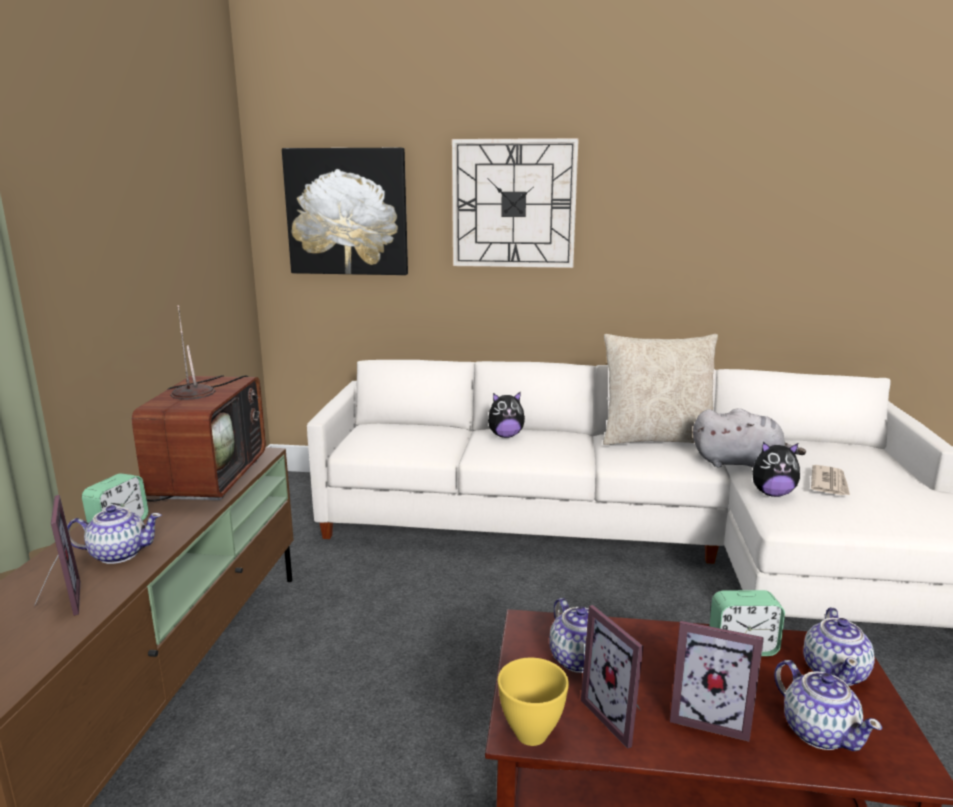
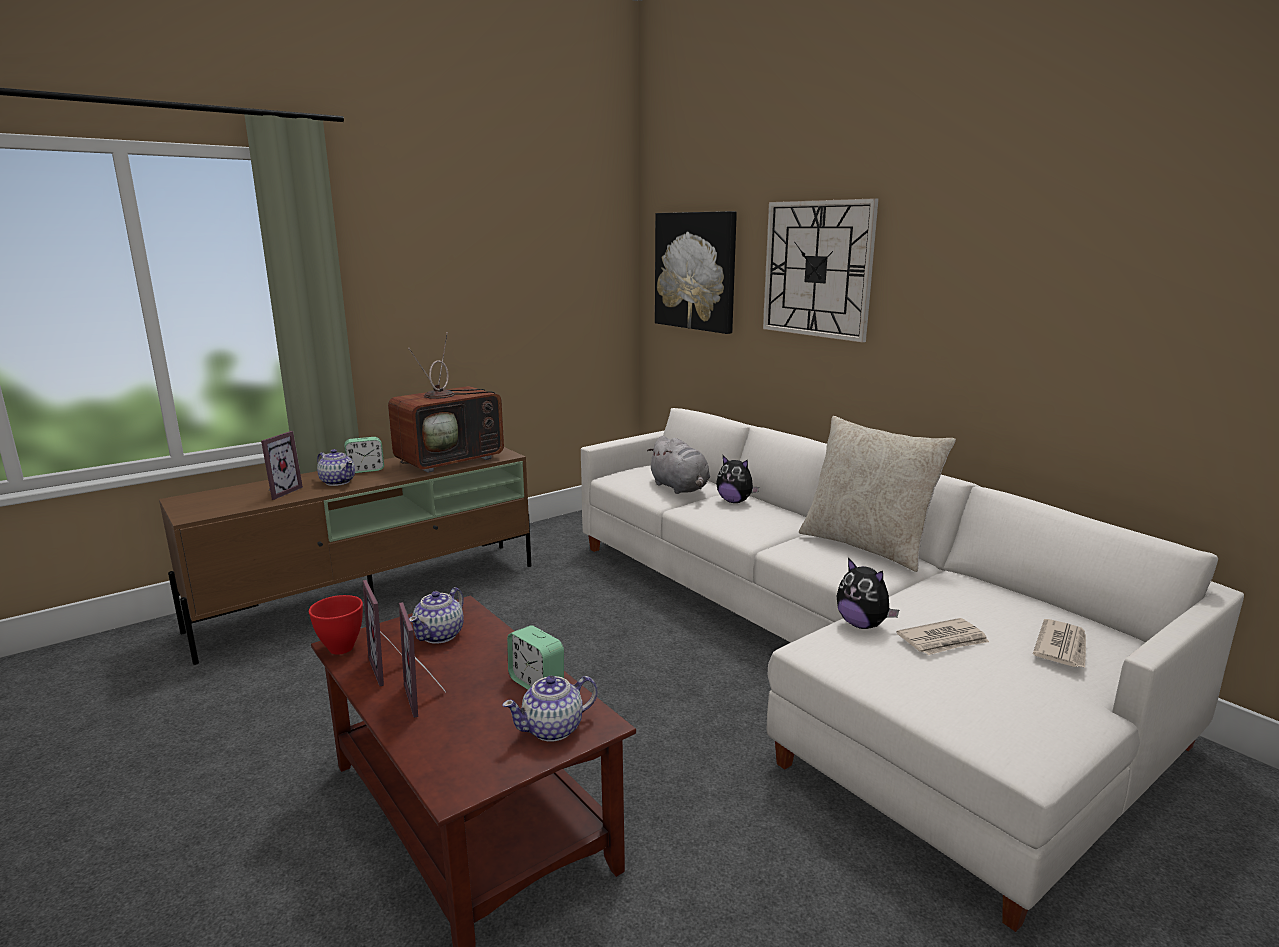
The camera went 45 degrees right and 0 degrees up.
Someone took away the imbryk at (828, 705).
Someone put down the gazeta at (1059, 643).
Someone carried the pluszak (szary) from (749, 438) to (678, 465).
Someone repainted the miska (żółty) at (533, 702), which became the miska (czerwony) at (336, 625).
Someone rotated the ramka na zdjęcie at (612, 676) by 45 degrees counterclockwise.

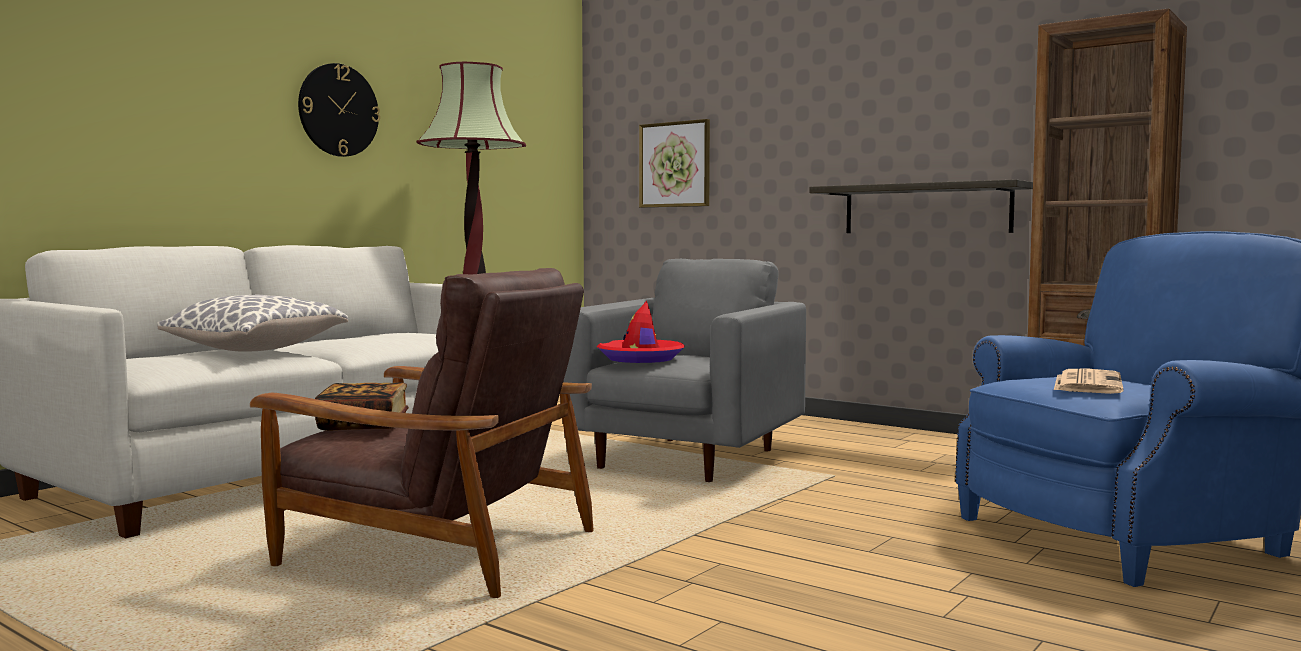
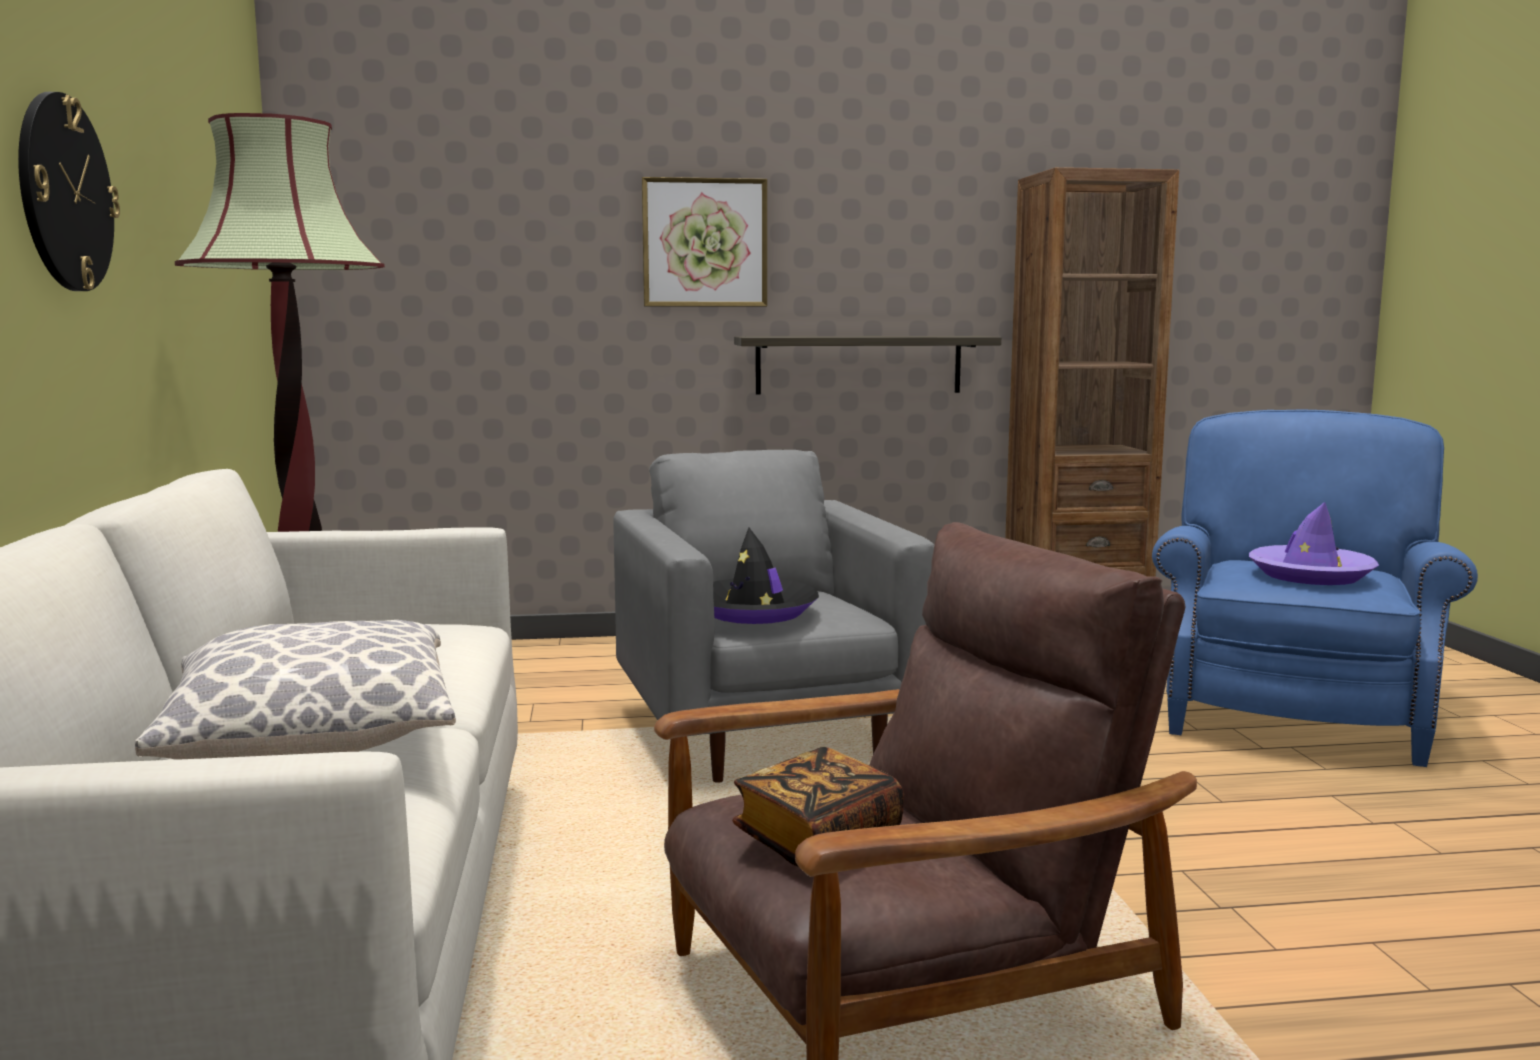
The camera went 45 degrees left and 5 degrees up.
Someone carried the obraz from (674, 163) to (704, 242).
Someone swapped the gazeta at (1089, 381) for the kapelusz (fioletowy) at (1314, 543).
Someone repainted the kapelusz (czerwony) at (641, 332), which became the kapelusz (czarny) at (766, 576).

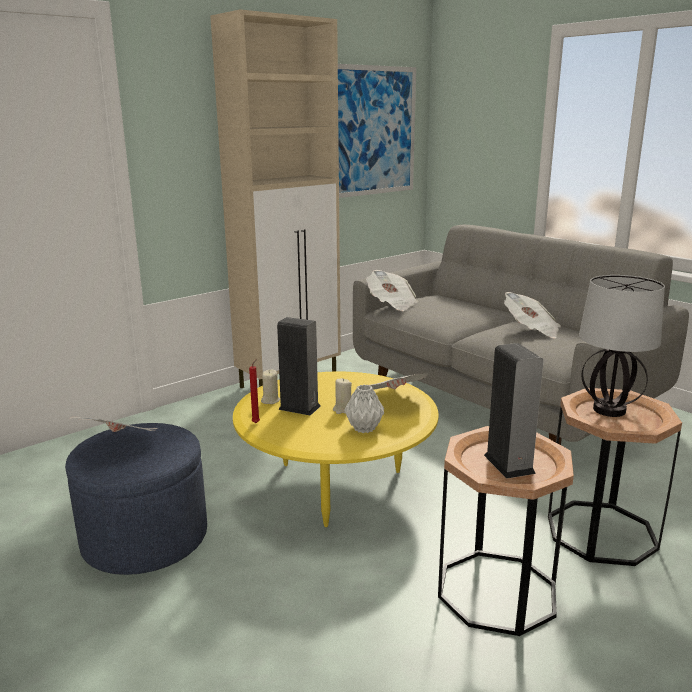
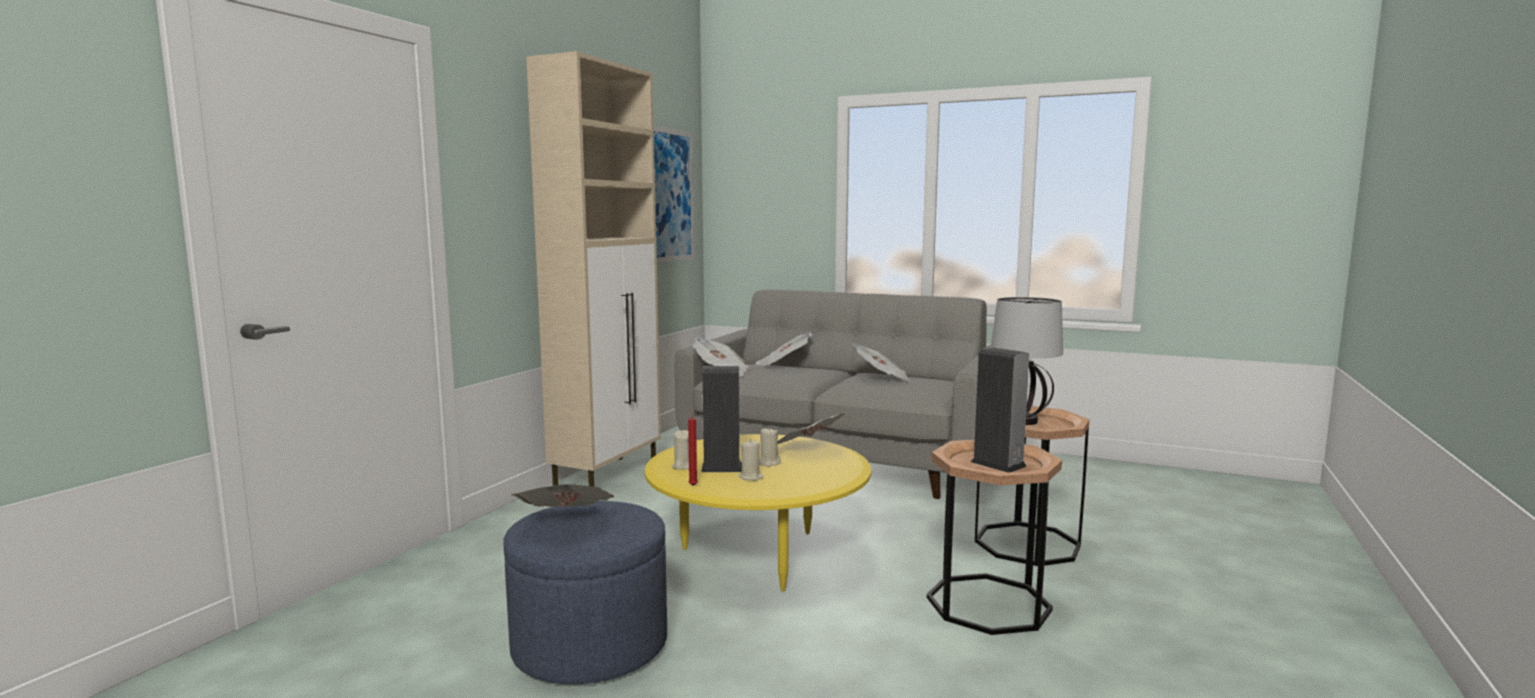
The camera went 25 degrees left and 10 degrees down.
Someone took away the wazon (szary) at (364, 409).
Someone put down the świeca (beżowy) at (751, 460).
Someone put down the gazeta at (783, 349).

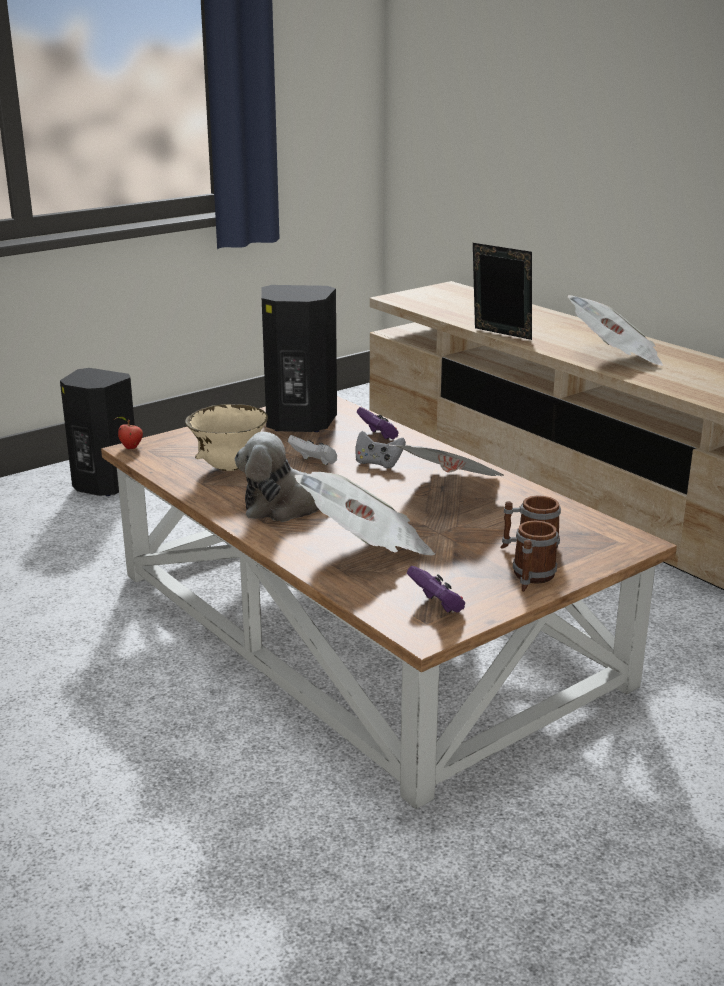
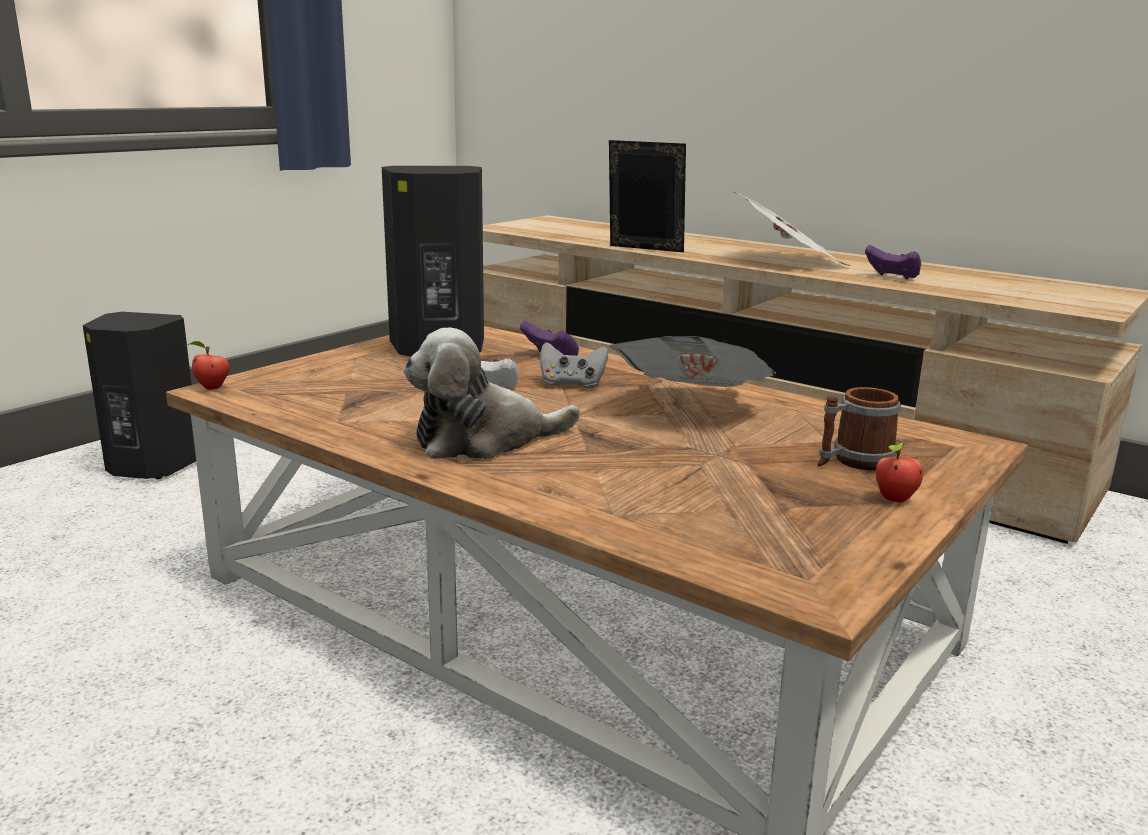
The camera went 15 degrees left and 5 degrees down.
Someone took away the miska (beżowy) at (226, 437).
Someone took away the gazeta at (365, 514).
Someone carried the pad do gier (fioletowy) from (436, 589) to (893, 262).
Someone swapped the kubek at (535, 556) for the jabłko at (899, 472).

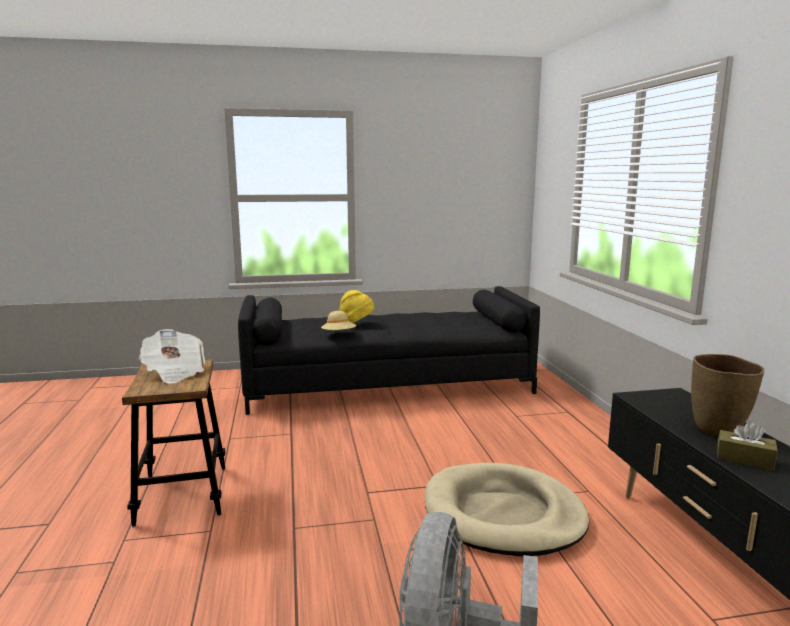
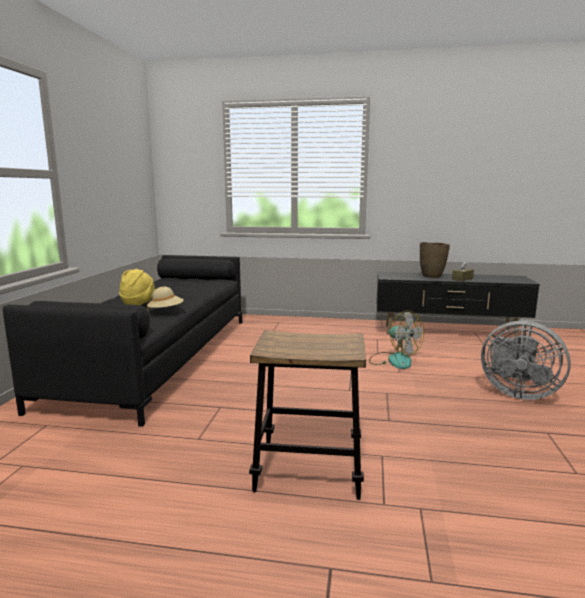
The camera went 70 degrees left and 0 degrees up.
Someone took away the gazeta at (172, 356).
Someone swapped the legowisko (beżowy) at (507, 509) for the wentylator at (396, 339).

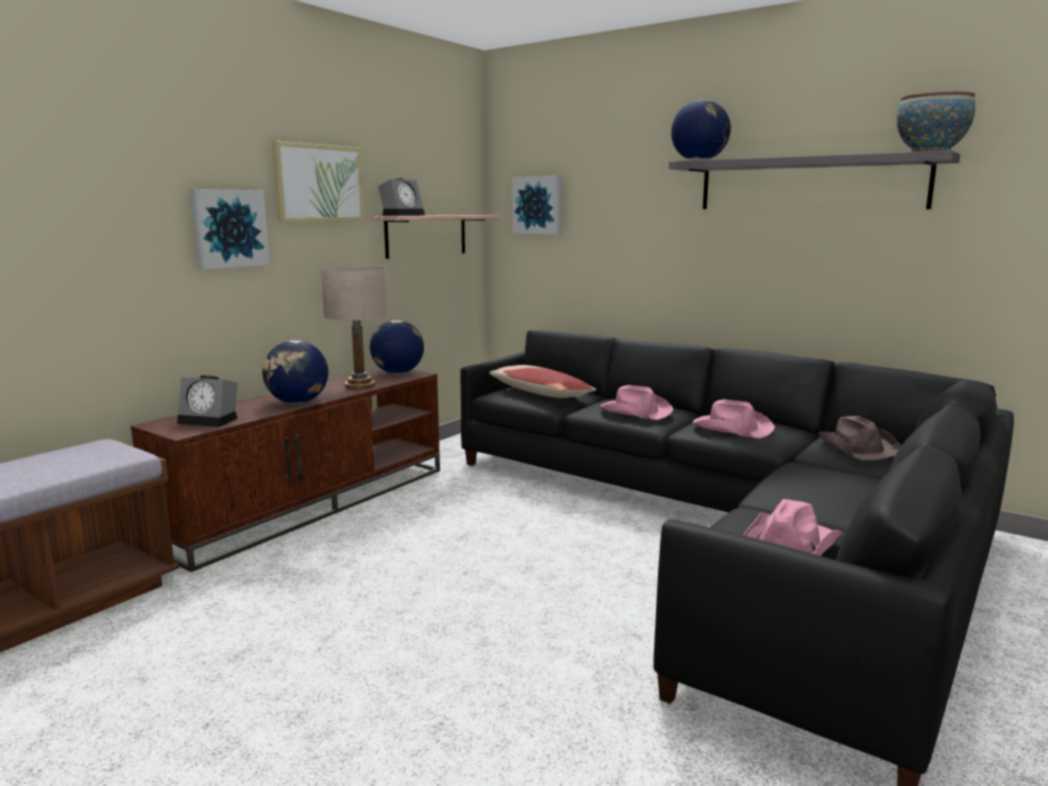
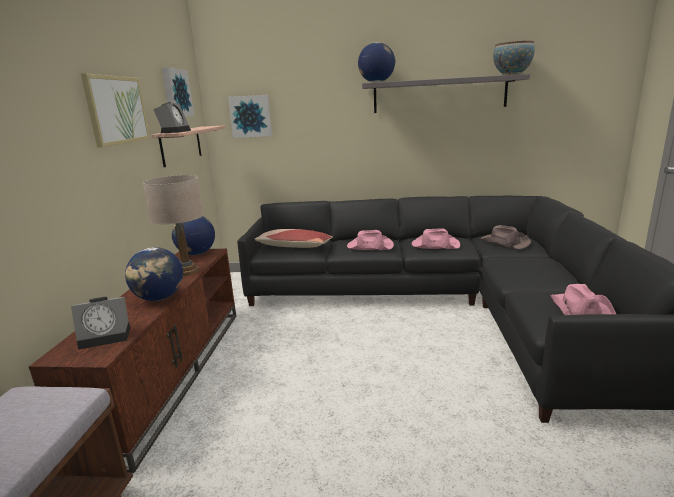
The camera went 30 degrees left and 5 degrees up.
Someone carried the obraz from (230, 229) to (178, 92).

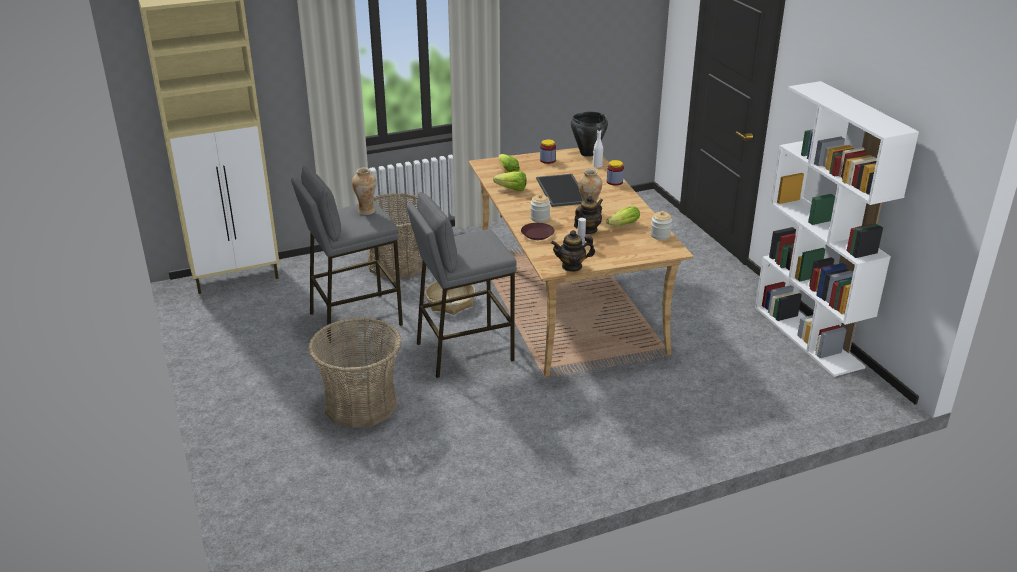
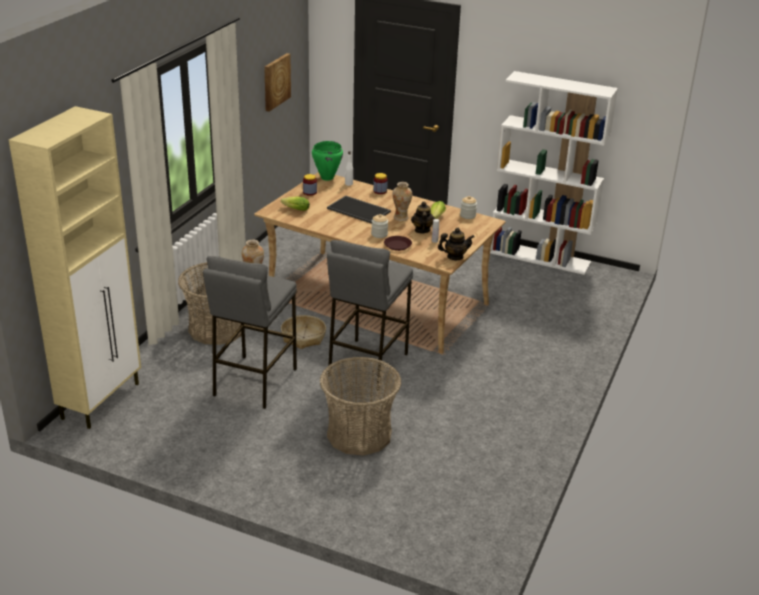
The camera went 45 degrees left and 0 degrees up.
Someone took away the sałata at (510, 181).
Someone put up the obraz at (277, 82).
Someone repainted the garnek (czarny) at (589, 134), which became the garnek (zielony) at (327, 160).
Someone rotated the imbryk at (573, 251) by 135 degrees counterclockwise.

